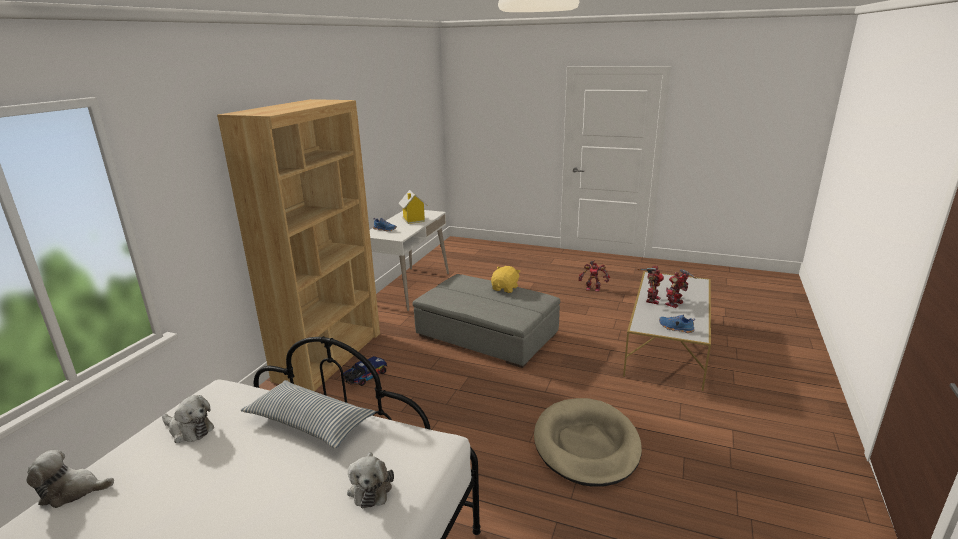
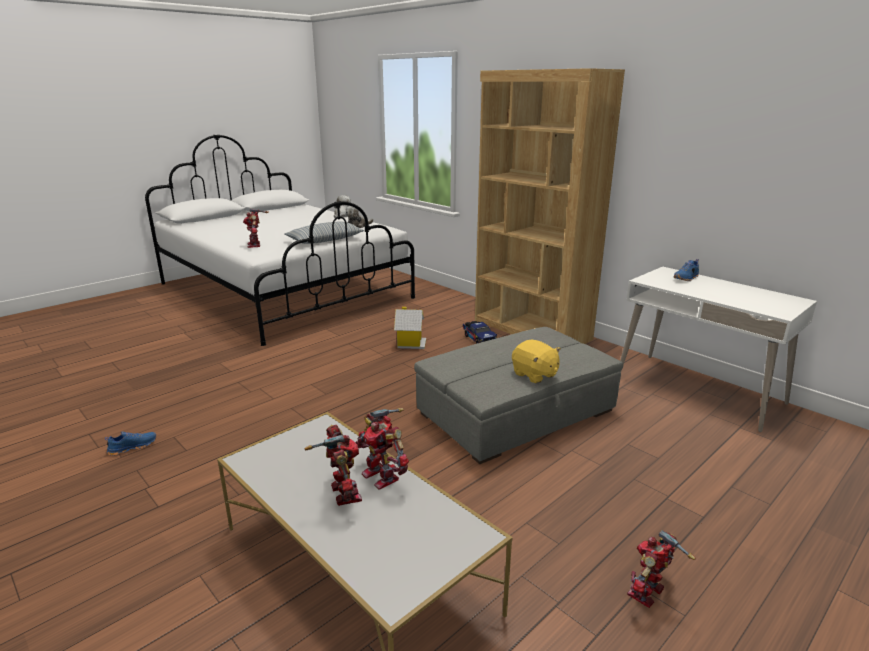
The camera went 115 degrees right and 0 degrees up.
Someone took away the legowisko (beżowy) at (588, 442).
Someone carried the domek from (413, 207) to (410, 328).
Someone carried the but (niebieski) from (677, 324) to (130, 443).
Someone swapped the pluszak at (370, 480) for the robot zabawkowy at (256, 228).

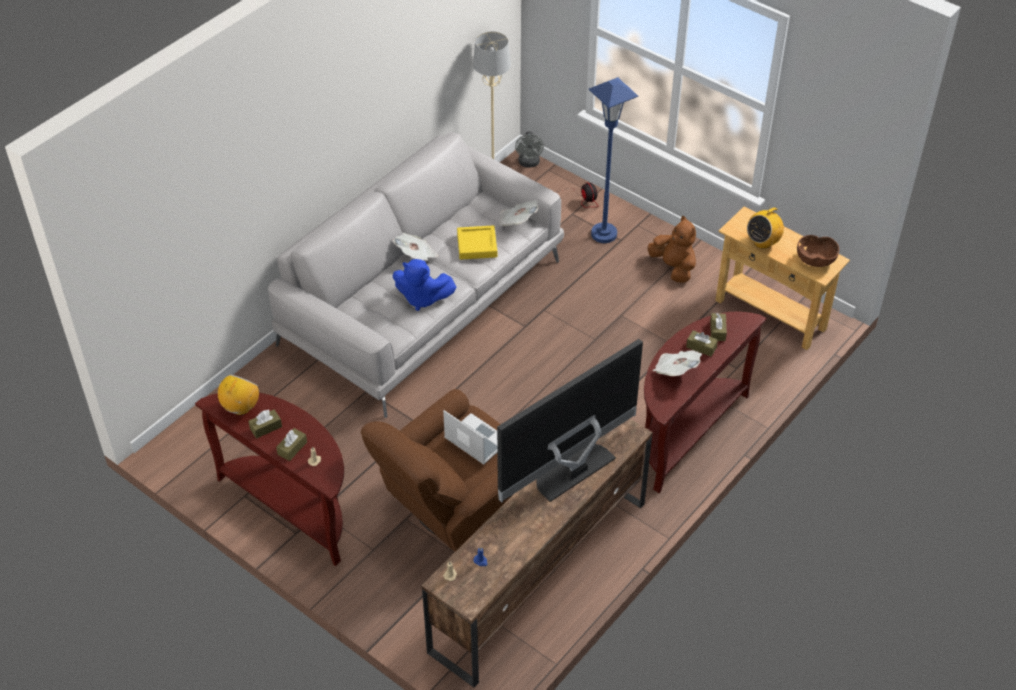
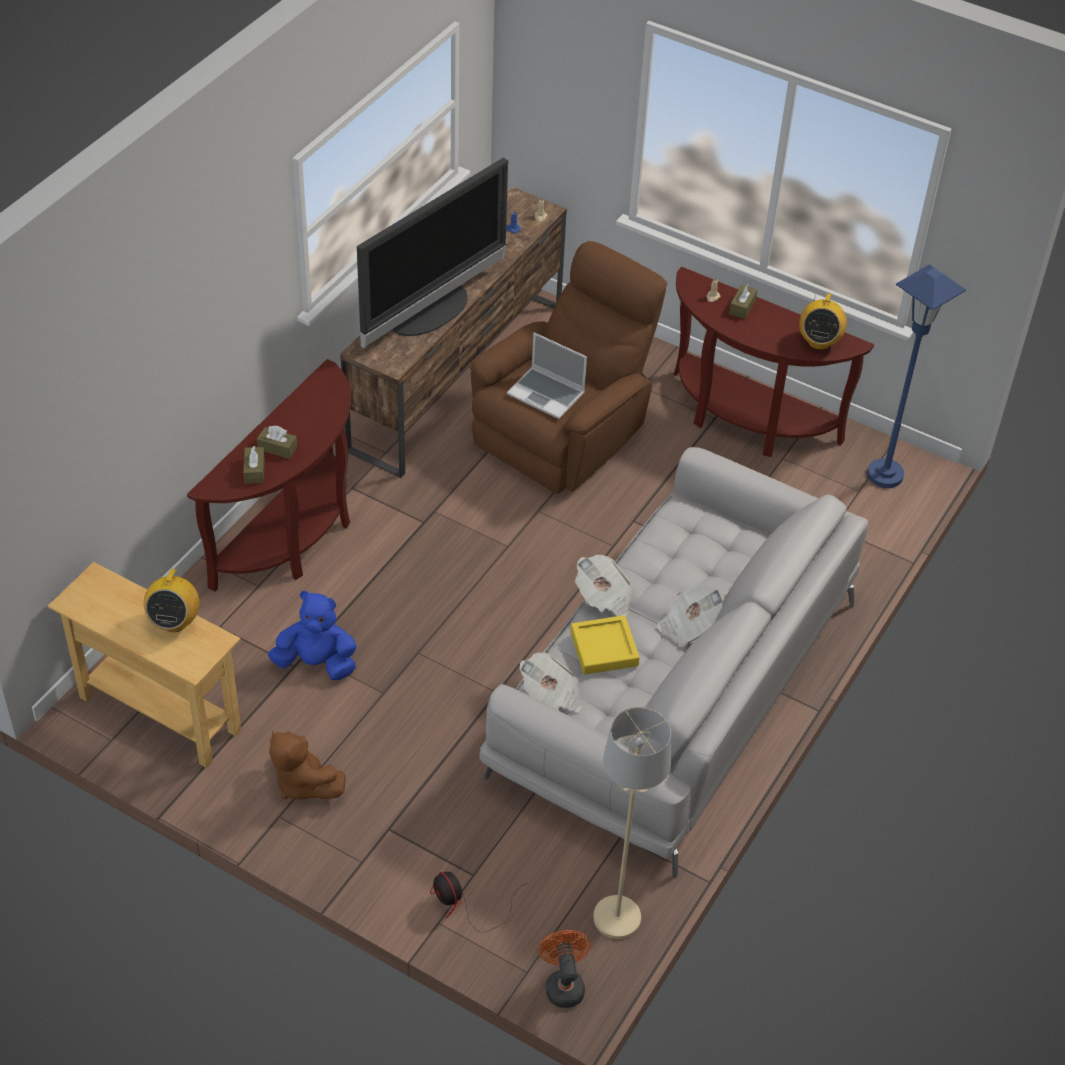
The camera went 170 degrees right and 0 degrees up.
Someone took away the pudełko chusteczek (brązowy) at (265, 424).
Someone took away the miska (brązowy) at (818, 251).
Someone carried the pluszak (niebieski) from (424, 285) to (312, 635).
Someone carried the lampa stojąca (niebieski) from (613, 160) to (916, 376).
Someone carried the gazeta from (677, 363) to (605, 585).
Someone repainted the wentylator (szary) at (529, 149), which became the wentylator (pomarańczowy) at (565, 969).
Someone rotated the radio at (765, 228) by 150 degrees clockwise.

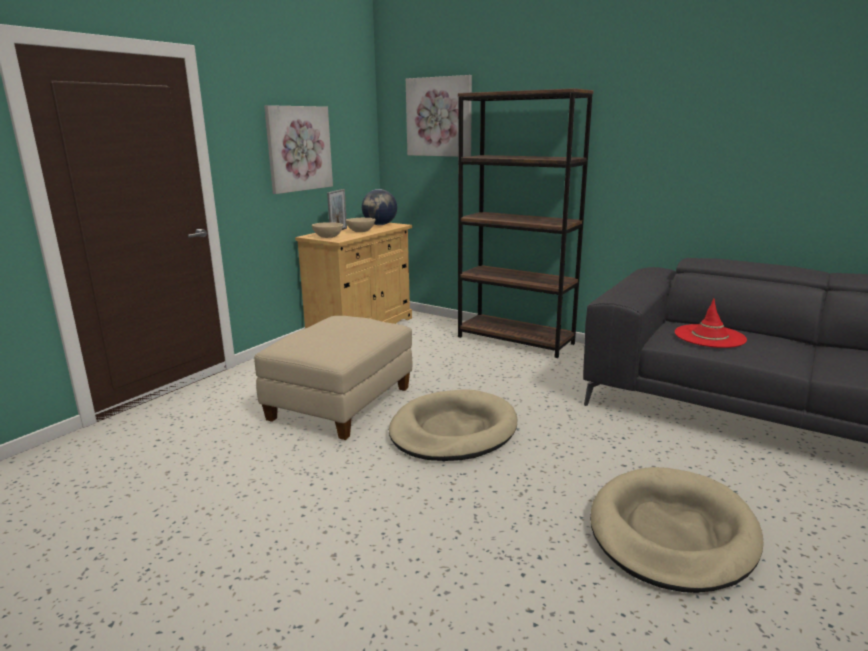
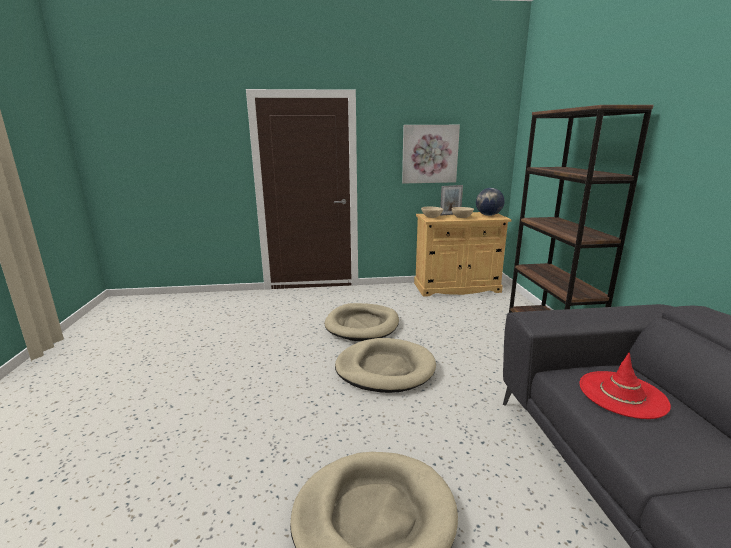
The camera went 50 degrees right and 0 degrees up.
Someone took away the obraz at (439, 116).
Someone swapped the pufa (beżowy) at (333, 378) for the legowisko (beżowy) at (362, 322).

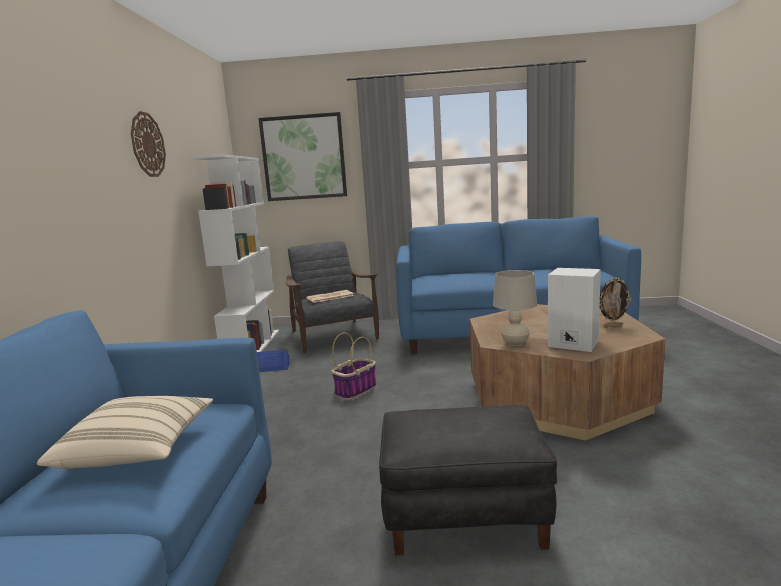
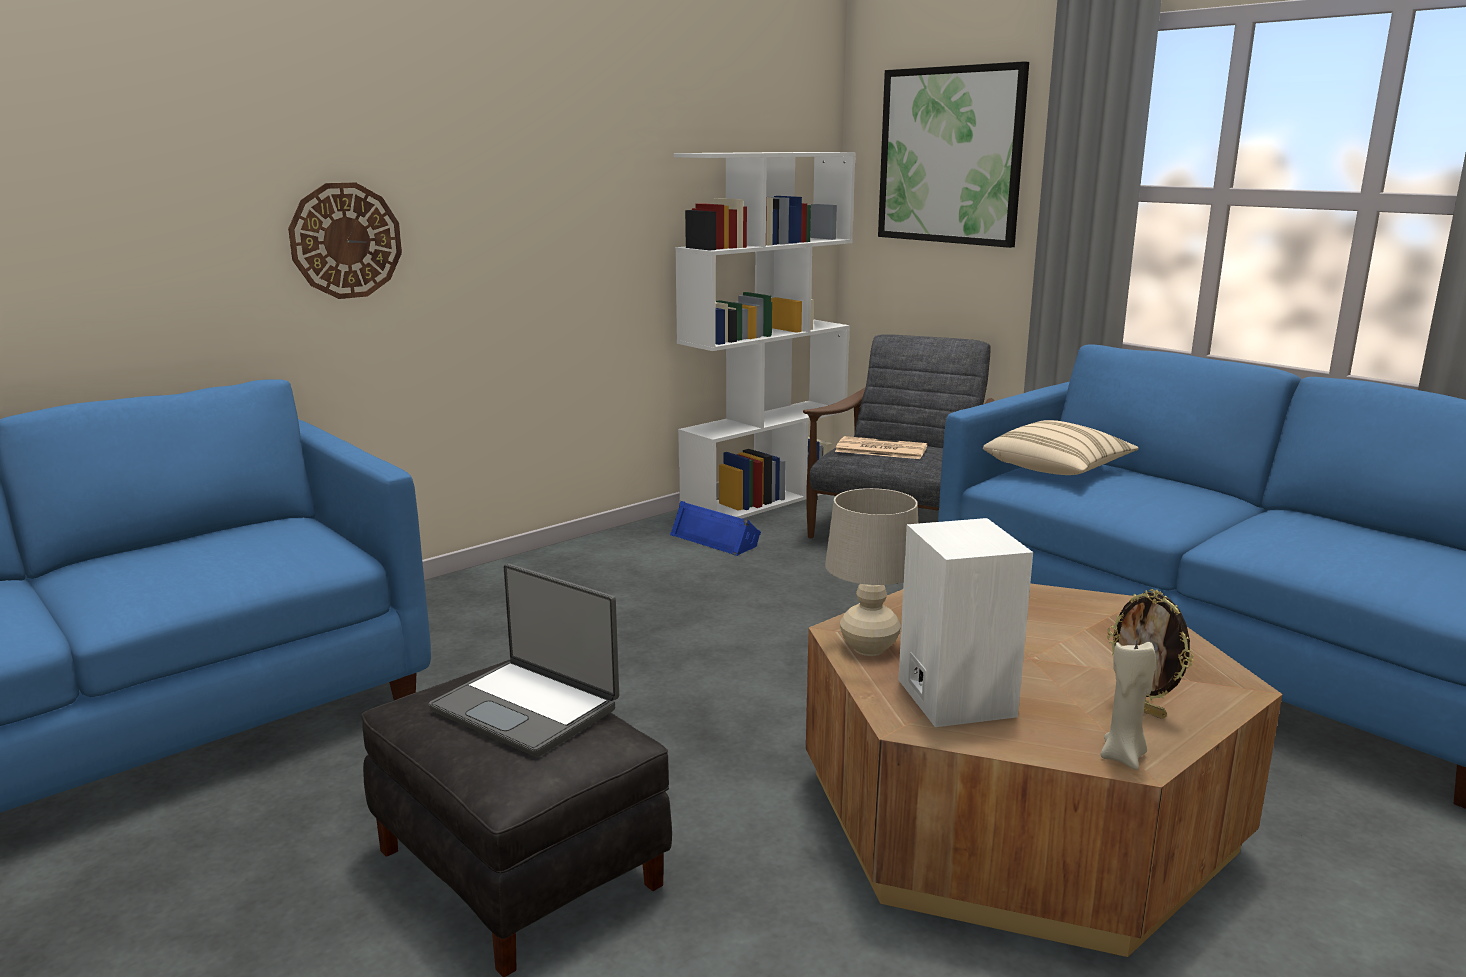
The camera went 45 degrees right and 5 degrees up.
Someone took away the koszyk at (354, 366).
Someone put down the laptop at (524, 660).
Someone put down the świeca (beżowy) at (1128, 705).
Someone carried the poduszka (beżowy) from (125, 433) to (1060, 447).
Someone carried the zegar ścienny from (148, 144) to (345, 240).

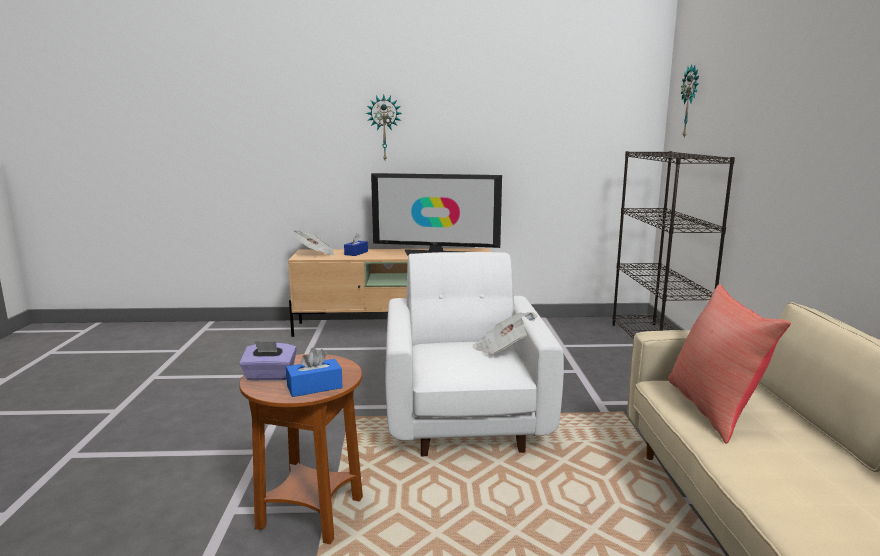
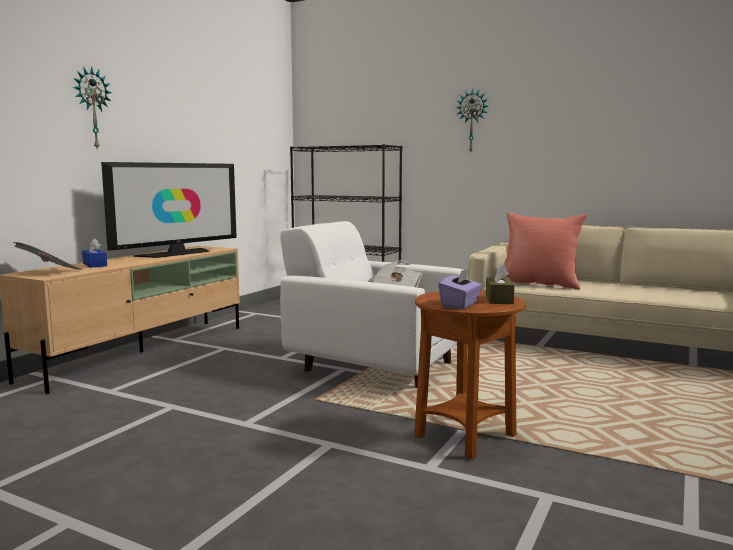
The camera went 60 degrees left and 5 degrees down.
Someone carried the zegar ścienny from (690, 100) to (472, 121).
Someone repainted the pudełko chusteczek (niebieski) at (314, 372), which became the pudełko chusteczek (brązowy) at (500, 283).

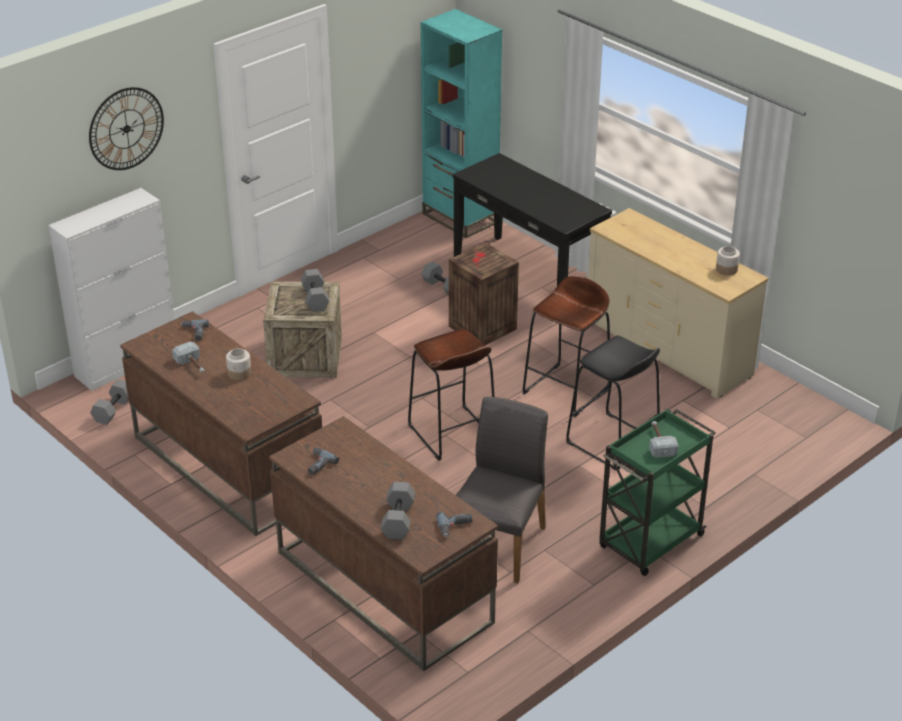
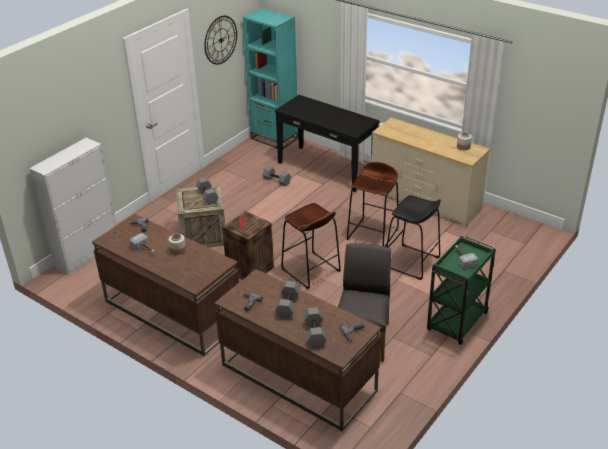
The camera went 10 degrees left and 0 degrees up.
Someone carried the zegar ścienny from (126, 128) to (220, 40).
Someone carried the hantel (szary) from (109, 402) to (287, 300).
Someone carried the skrzynka from (484, 294) to (248, 245).

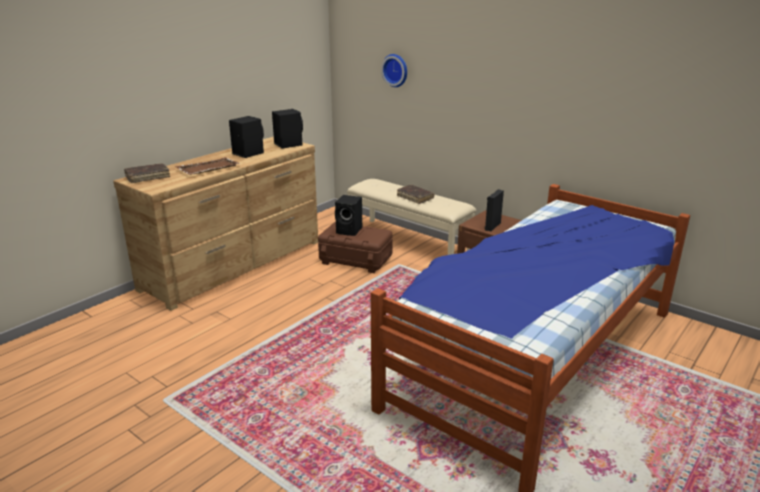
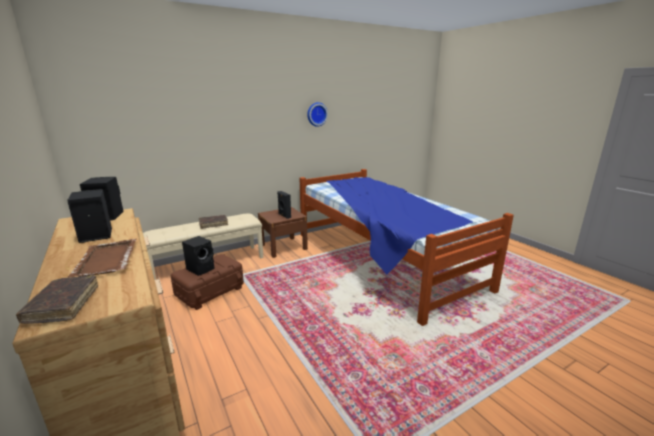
The camera went 70 degrees left and 5 degrees down.
Someone carried the zegar ścienny from (394, 70) to (317, 114).

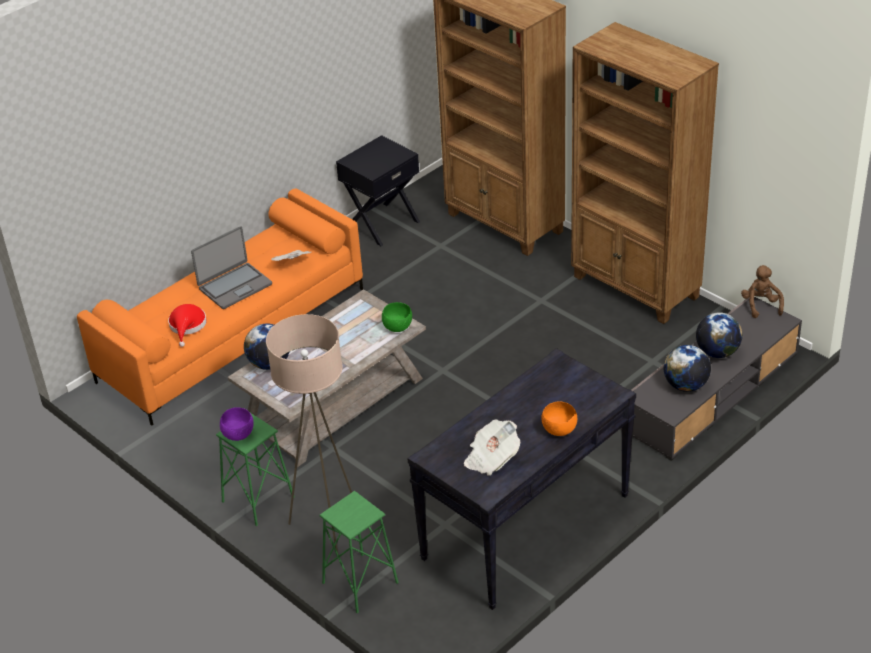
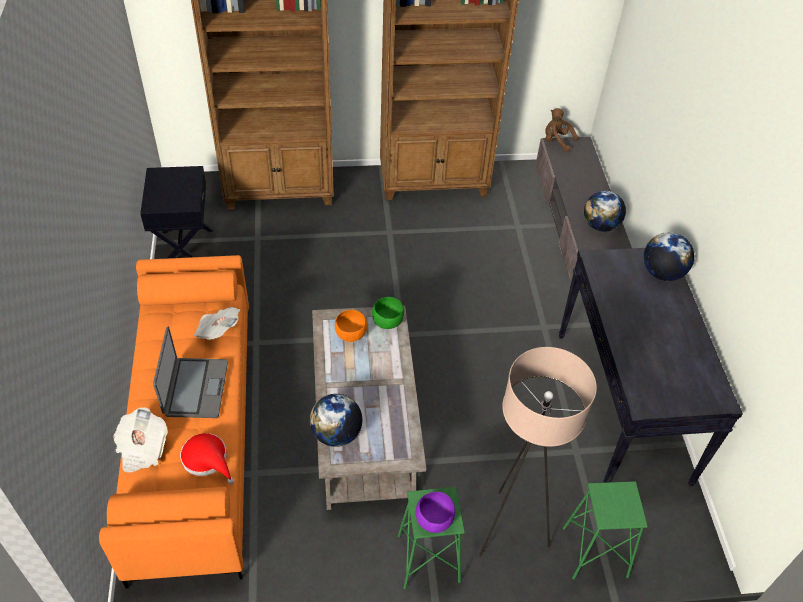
The camera went 55 degrees left and 10 degrees up.
Someone carried the gazeta from (492, 447) to (140, 440).
Someone carried the miska (pomarańczowy) from (559, 419) to (351, 326).
Someone carried the globus from (719, 335) to (668, 256).

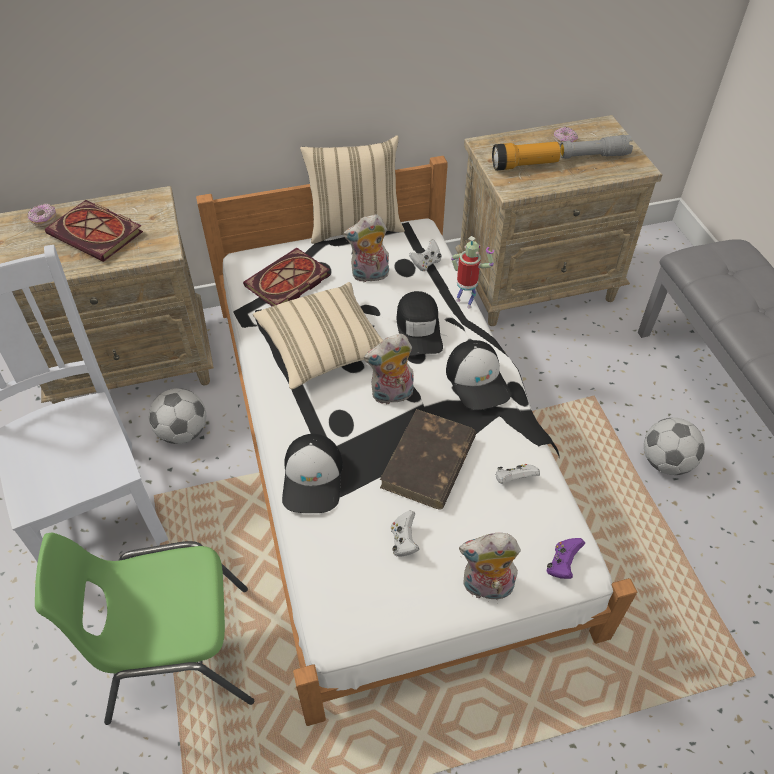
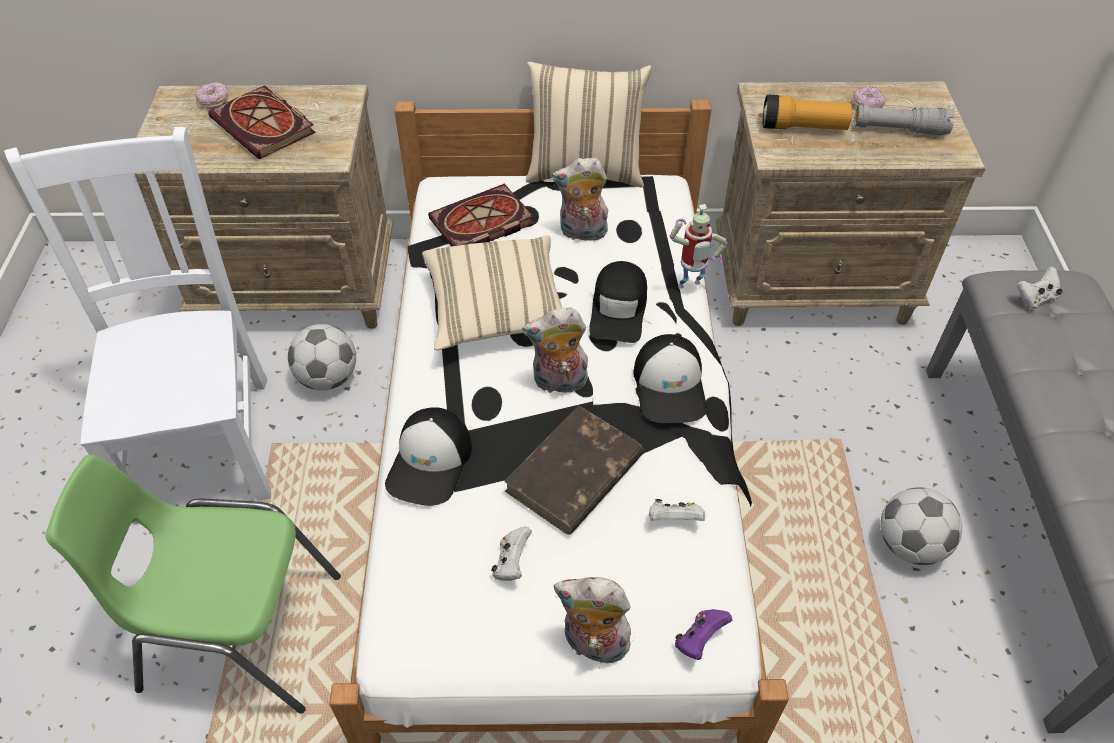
The camera went 15 degrees right and 0 degrees up.
Someone carried the pad do gier (biały) from (425, 255) to (1039, 288).
Someone rotated the robot zabawkowy at (472, 272) by 105 degrees clockwise.

